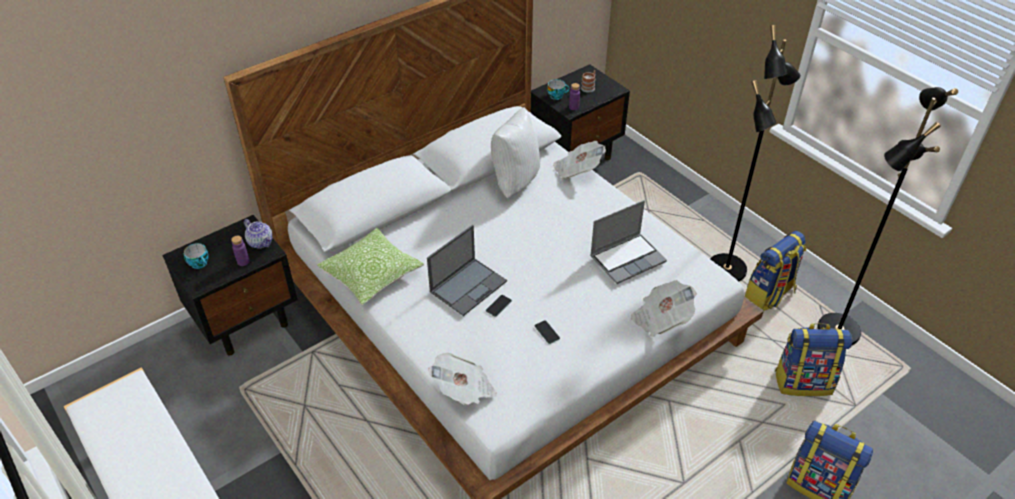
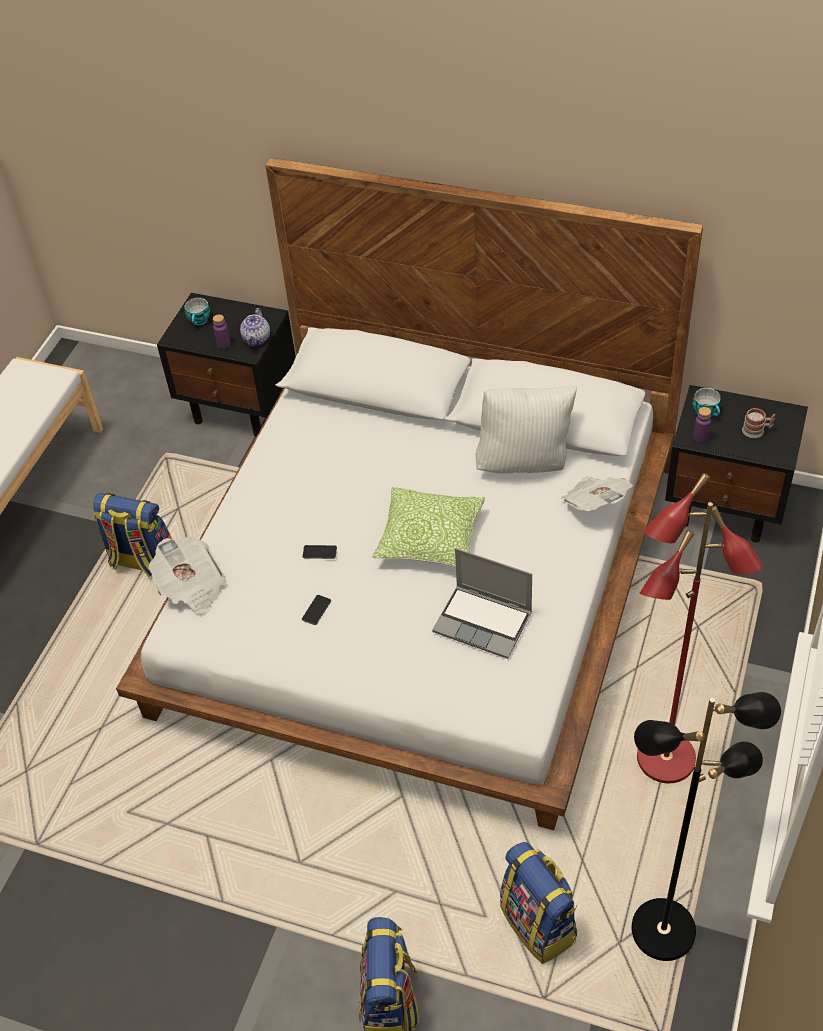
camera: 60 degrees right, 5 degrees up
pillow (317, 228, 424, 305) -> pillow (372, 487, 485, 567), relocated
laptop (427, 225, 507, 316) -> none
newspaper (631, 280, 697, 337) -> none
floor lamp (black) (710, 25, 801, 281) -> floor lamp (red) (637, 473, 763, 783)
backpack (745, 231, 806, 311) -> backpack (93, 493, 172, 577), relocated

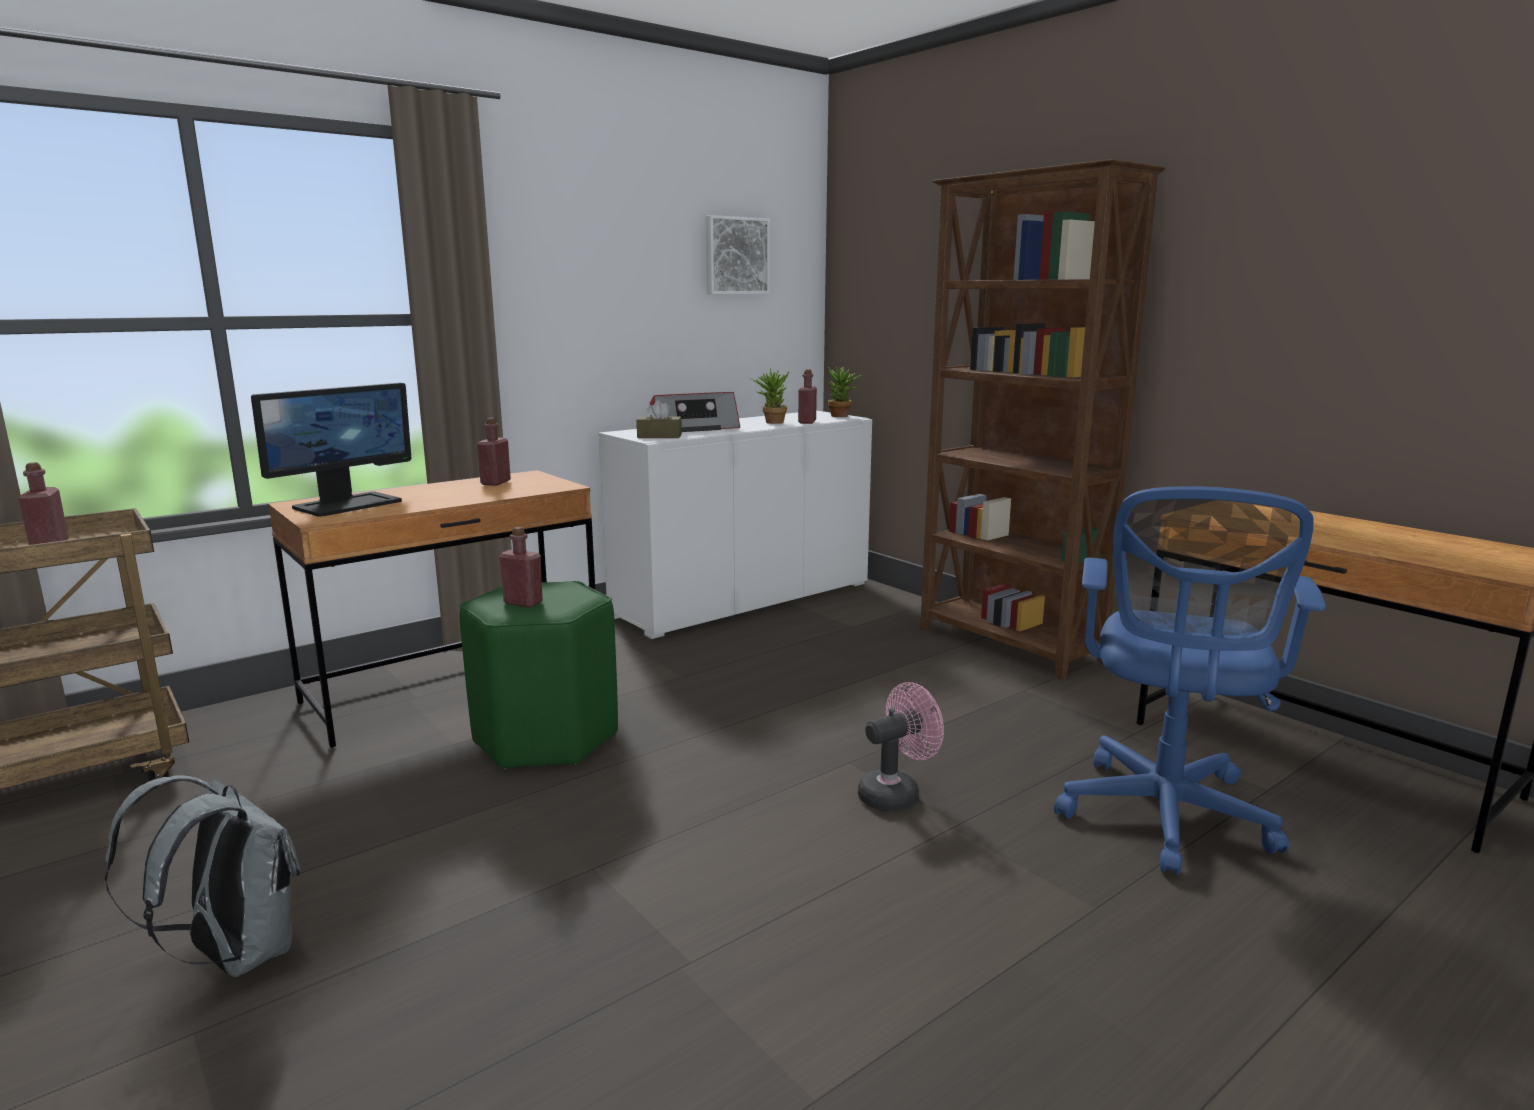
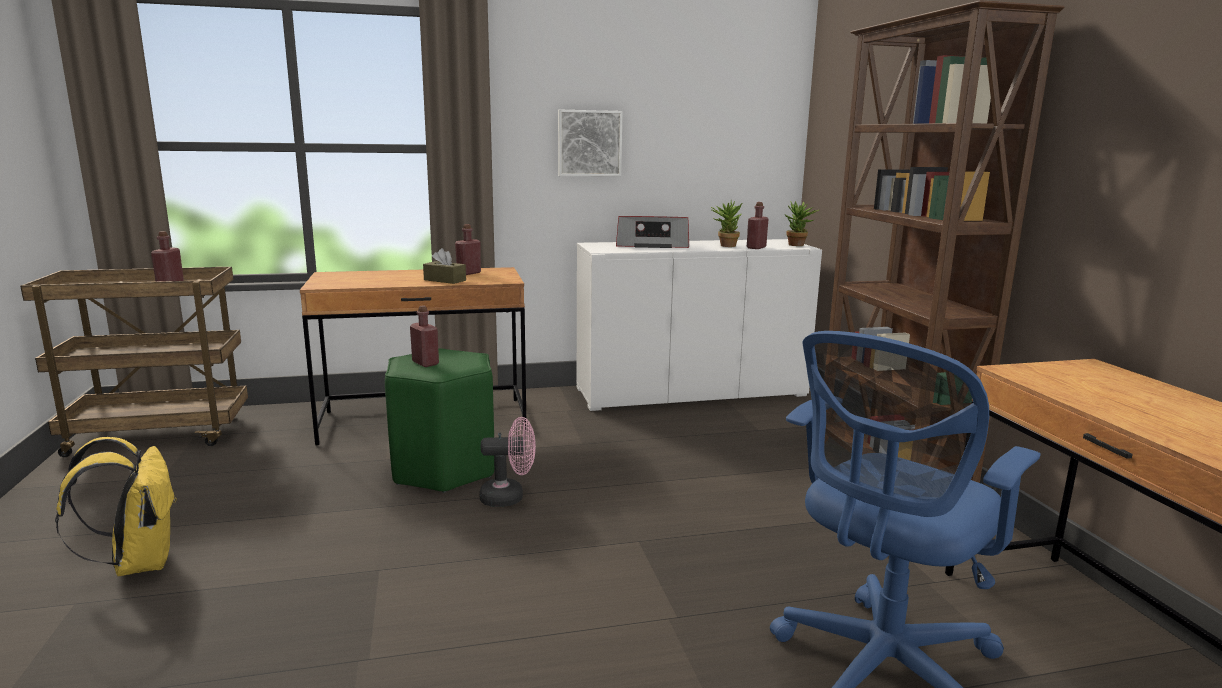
camera: 25 degrees right, 0 degrees up
backpack (grey) (105, 775, 301, 977) -> backpack (yellow) (55, 437, 177, 576)
monitor (251, 383, 411, 517) -> none
tissue box (brown) (636, 400, 682, 438) -> tissue box (brown) (423, 248, 466, 284), relocated
picture (705, 215, 770, 294) -> picture (558, 110, 623, 176), relocated
fan (pink) (858, 682, 944, 811) -> fan (pink) (479, 417, 536, 507), relocated

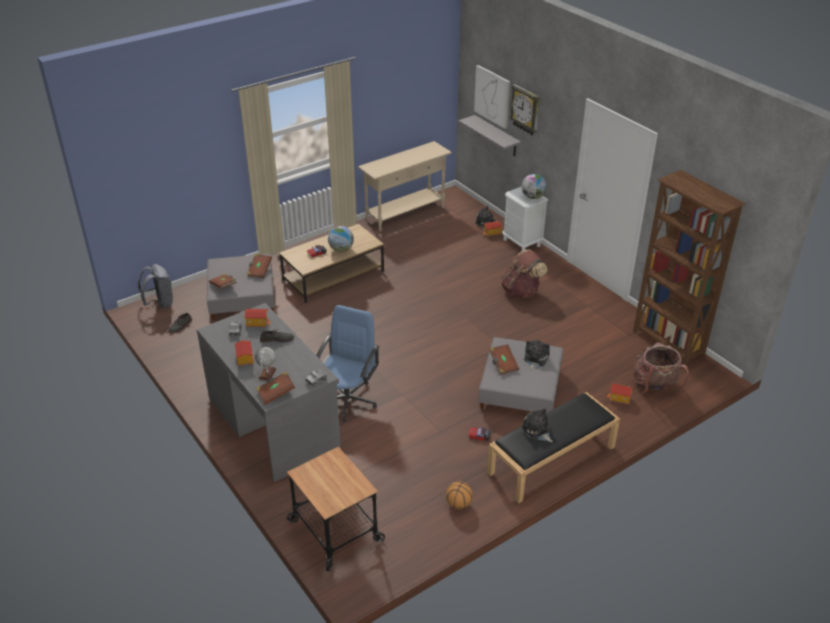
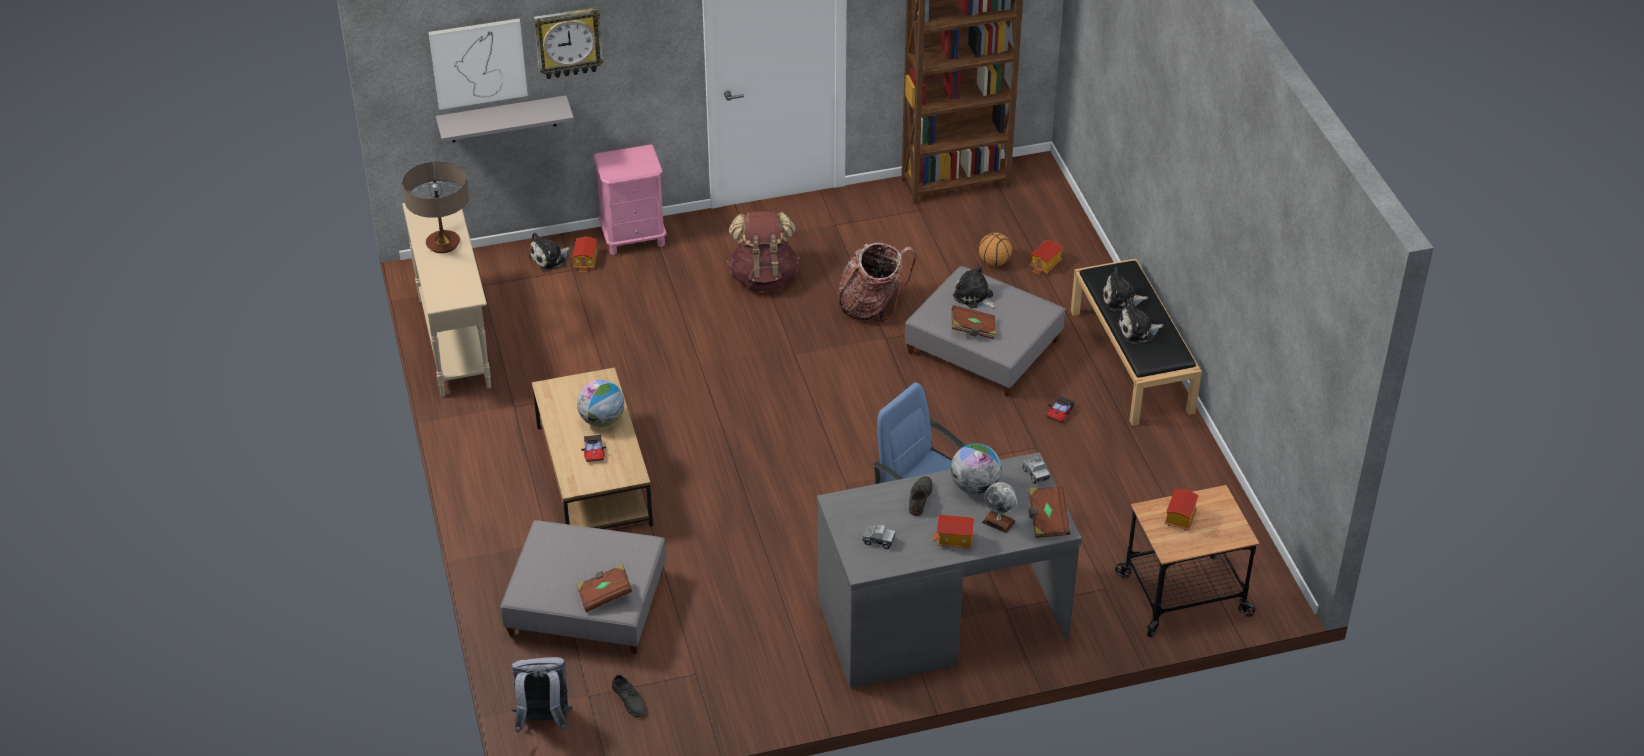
camera: 70 degrees left, 5 degrees up
toy house (244, 309, 271, 328) -> toy house (1164, 489, 1199, 530), relocated
book (brown) (247, 254, 272, 278) -> none
basketball (446, 481, 473, 509) -> basketball (979, 232, 1012, 266), relocated
nightstand (white) (502, 186, 548, 251) -> nightstand (pink) (593, 144, 667, 255)
globe (522, 174, 547, 199) -> globe (950, 443, 1002, 495), relocated
backpack (633, 343, 689, 394) -> backpack (838, 243, 917, 323), relocated
none -> table lamp (402, 161, 469, 253)
none -> plush toy (1103, 267, 1148, 311)

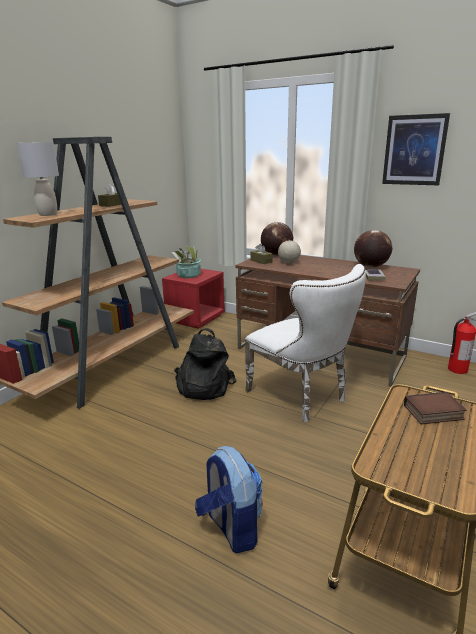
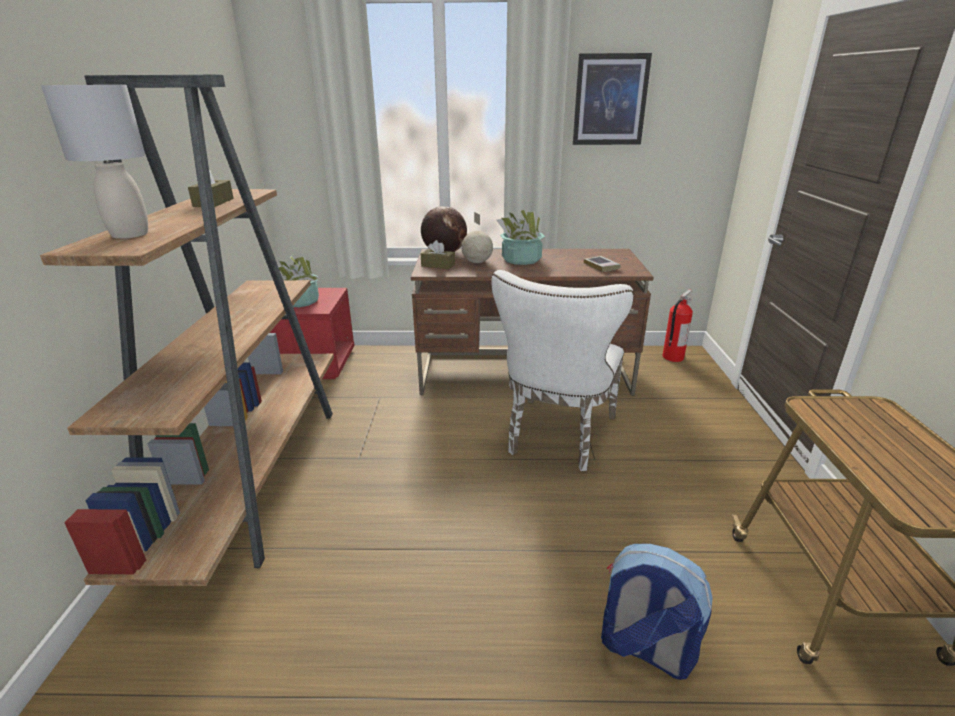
camera: 30 degrees left, 5 degrees up
backpack (black) (174, 328, 236, 400) -> none
chair (white) (245, 264, 366, 422) -> chair (white) (492, 270, 634, 471), 90 degrees clockwise
globe (354, 230, 392, 268) -> none
book (404, 392, 467, 424) -> none
none -> potted plant (497, 209, 545, 265)

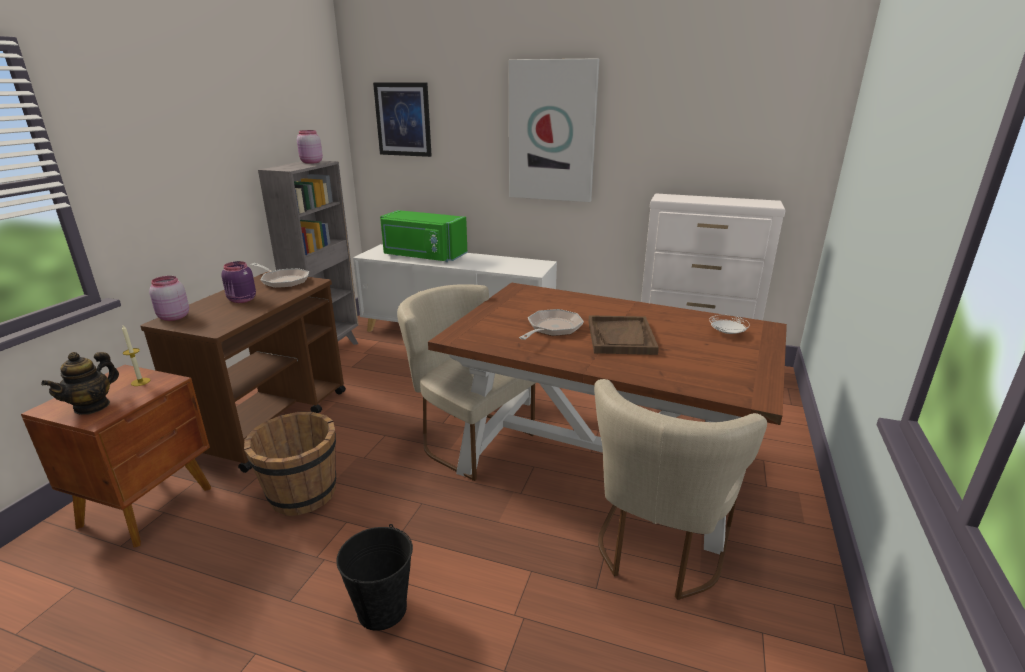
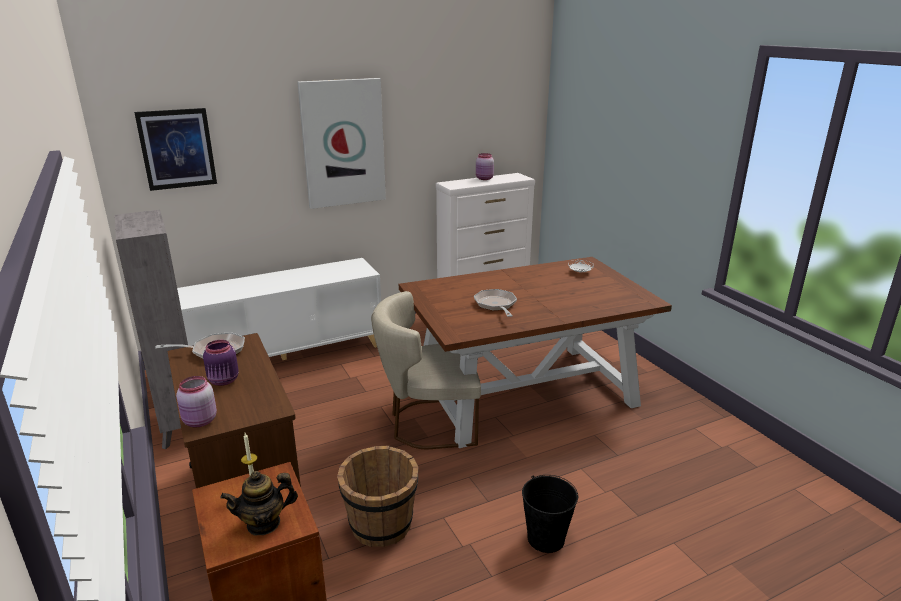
camera: 45 degrees left, 0 degrees up
teapot (41, 352, 119, 415) -> teapot (220, 471, 298, 535), 90 degrees clockwise
jar (pink) (297, 130, 323, 164) -> jar (pink) (476, 153, 494, 180), relocated
microwave (green) (380, 210, 467, 262) -> none
tray (brown) (589, 315, 659, 355) -> none
chair (beige) (594, 379, 767, 600) -> none

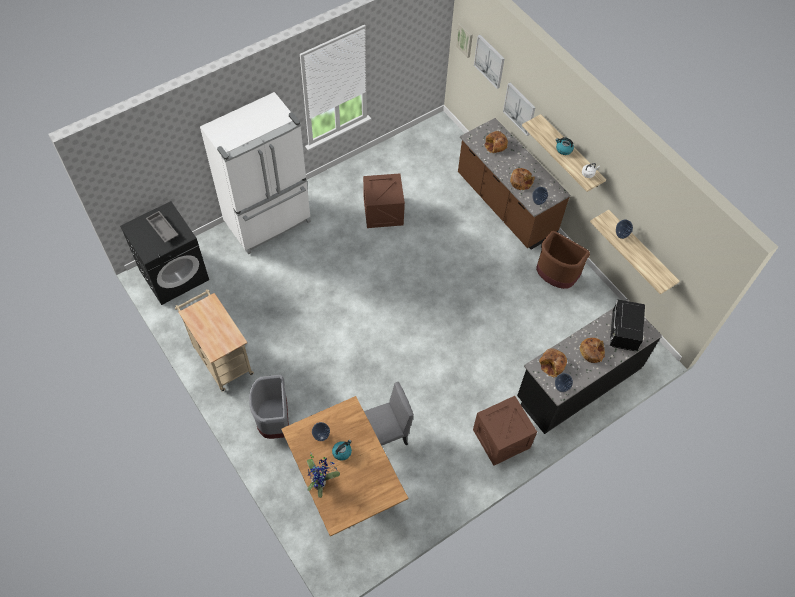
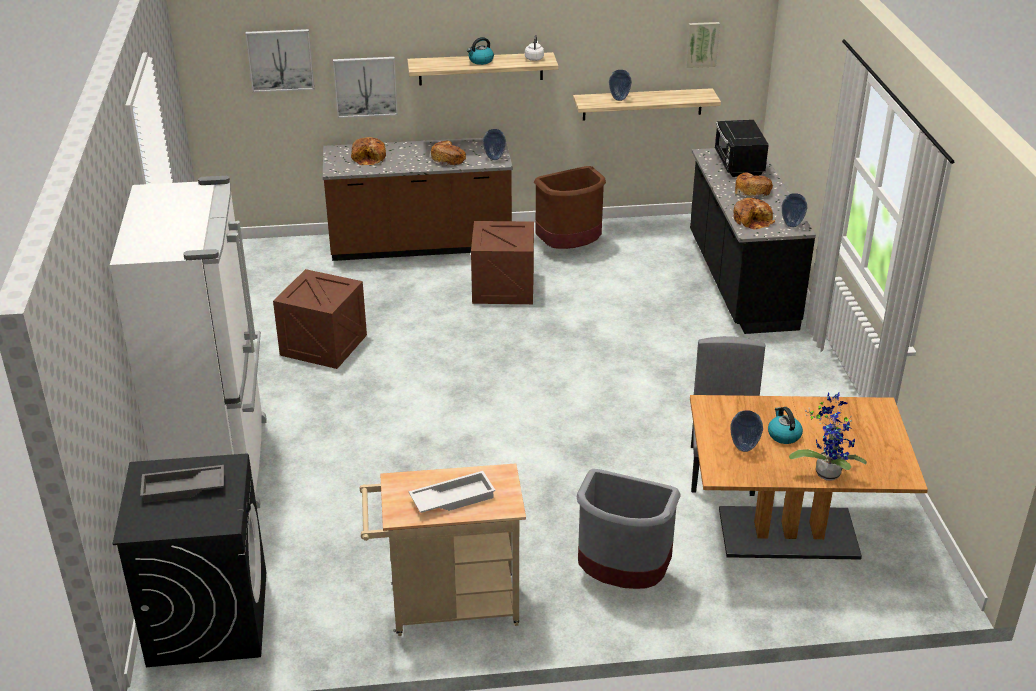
camera: 60 degrees left, 25 degrees down
picture (456, 23, 473, 58) -> picture (686, 22, 720, 68), relocated
crate (473, 396, 537, 466) -> crate (471, 221, 534, 304), relocated
microwave (black) (610, 299, 645, 351) -> microwave (black) (715, 120, 769, 177), 45 degrees clockwise
none -> tray (white) (408, 471, 496, 513)

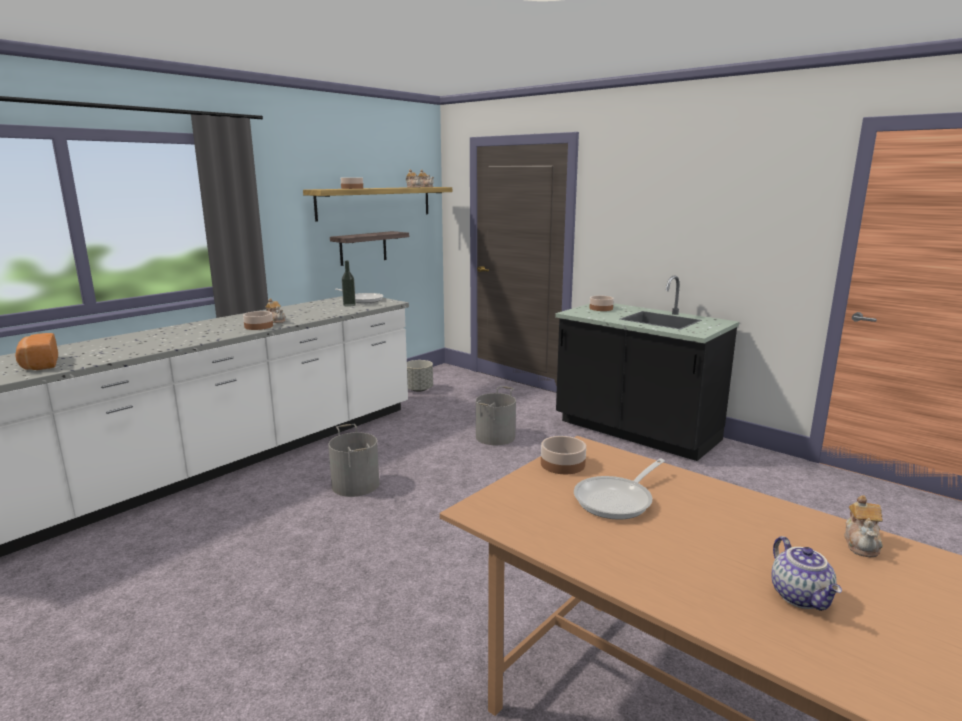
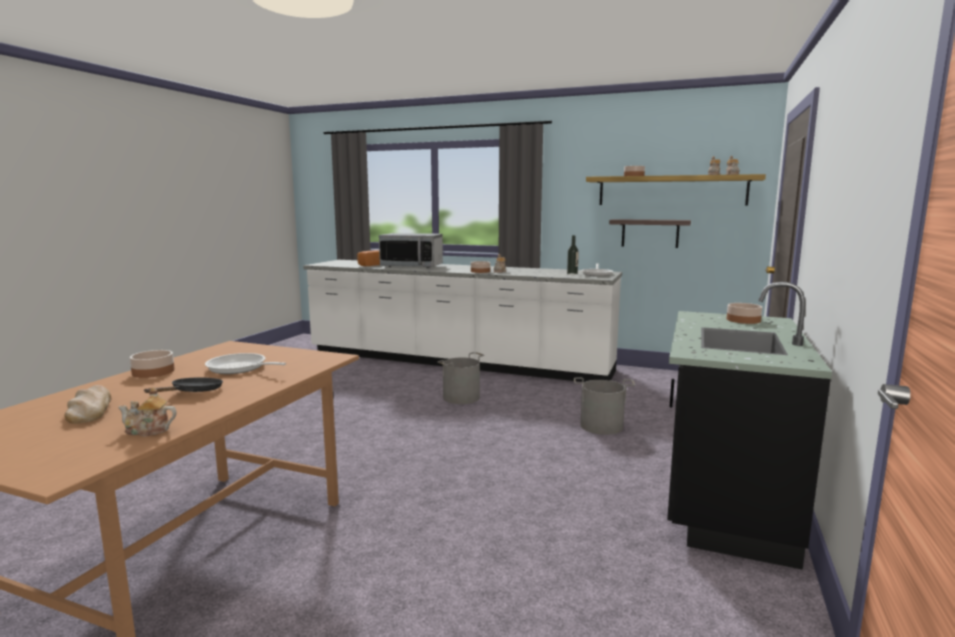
camera: 70 degrees right, 5 degrees down
planter (grey) (407, 360, 433, 392) -> none
bowl (541, 436, 586, 474) -> bowl (130, 350, 175, 378), relocated
teapot (771, 536, 842, 611) -> bread (65, 385, 111, 424)
none -> frying pan (black) (144, 377, 223, 393)
none -> microwave (379, 233, 443, 268)

